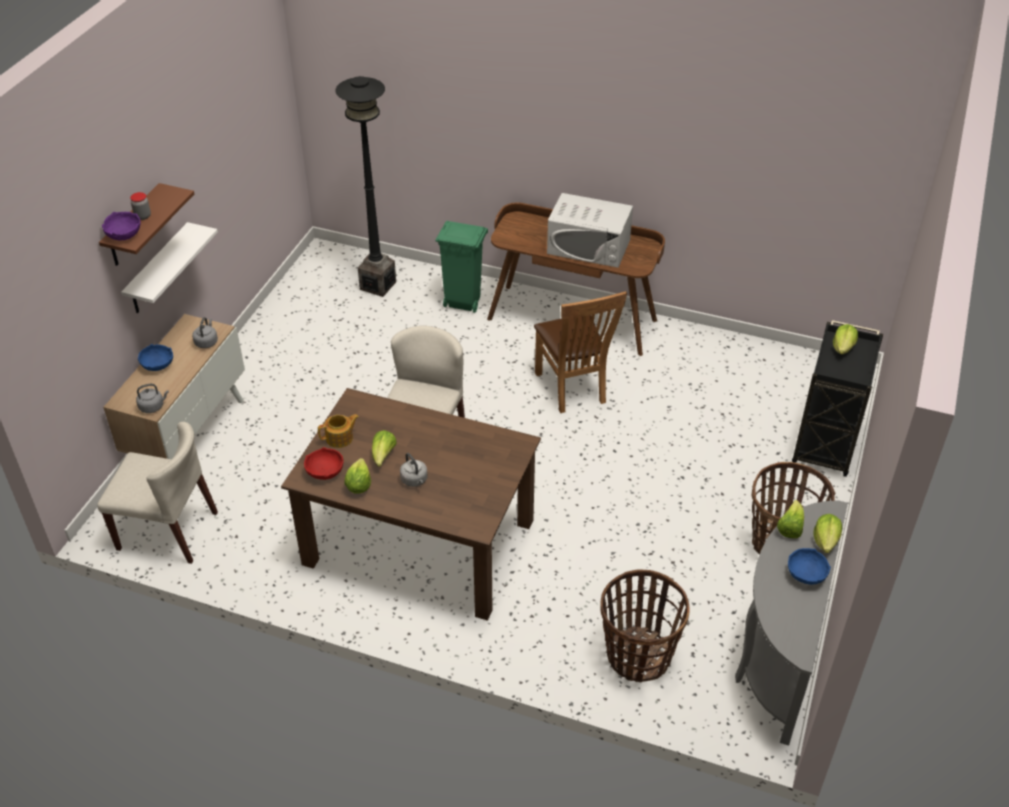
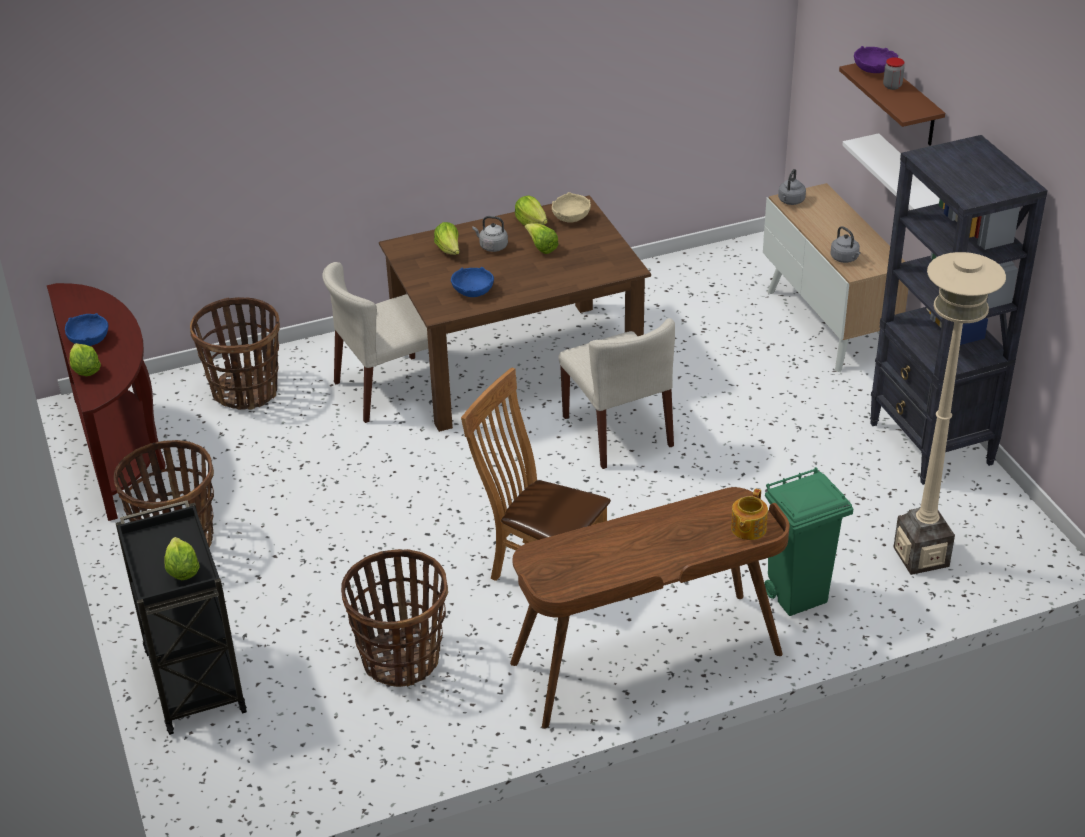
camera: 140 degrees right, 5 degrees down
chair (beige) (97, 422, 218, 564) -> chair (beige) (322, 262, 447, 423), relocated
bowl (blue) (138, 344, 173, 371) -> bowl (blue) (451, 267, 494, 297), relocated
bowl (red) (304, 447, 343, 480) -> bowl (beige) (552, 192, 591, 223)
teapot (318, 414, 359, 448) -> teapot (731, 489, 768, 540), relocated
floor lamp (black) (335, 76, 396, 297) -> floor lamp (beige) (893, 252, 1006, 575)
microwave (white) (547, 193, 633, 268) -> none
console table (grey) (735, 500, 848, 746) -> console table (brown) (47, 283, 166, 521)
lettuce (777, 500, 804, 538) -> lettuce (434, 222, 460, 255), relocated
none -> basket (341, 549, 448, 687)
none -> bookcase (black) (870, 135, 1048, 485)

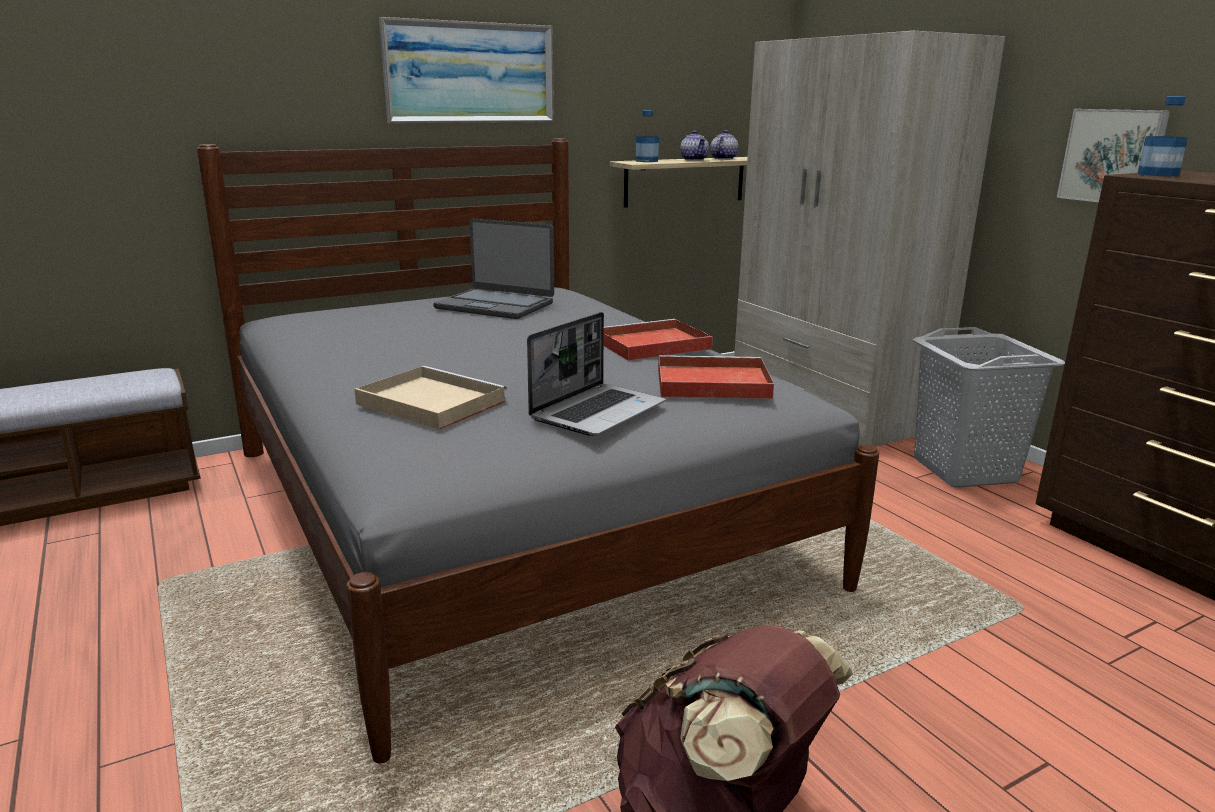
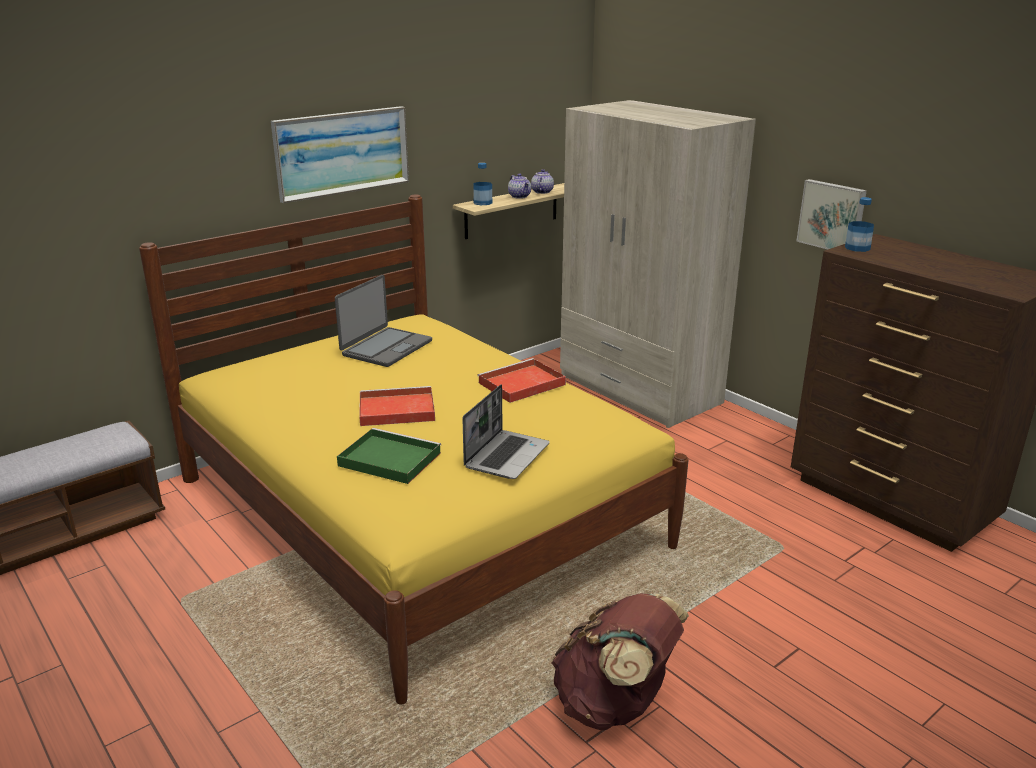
camera: 10 degrees left, 5 degrees up
bed (grey) (197, 138, 879, 764) -> bed (yellow) (139, 195, 688, 705)
tray (beige) (354, 366, 507, 430) -> tray (green) (337, 428, 441, 484)
laptop (433, 218, 554, 319) -> laptop (335, 275, 432, 367), 75 degrees counterclockwise
tray (red) (658, 355, 774, 399) -> tray (red) (359, 386, 435, 426), relocated
laundry basket (grey) (913, 327, 1065, 488) -> none

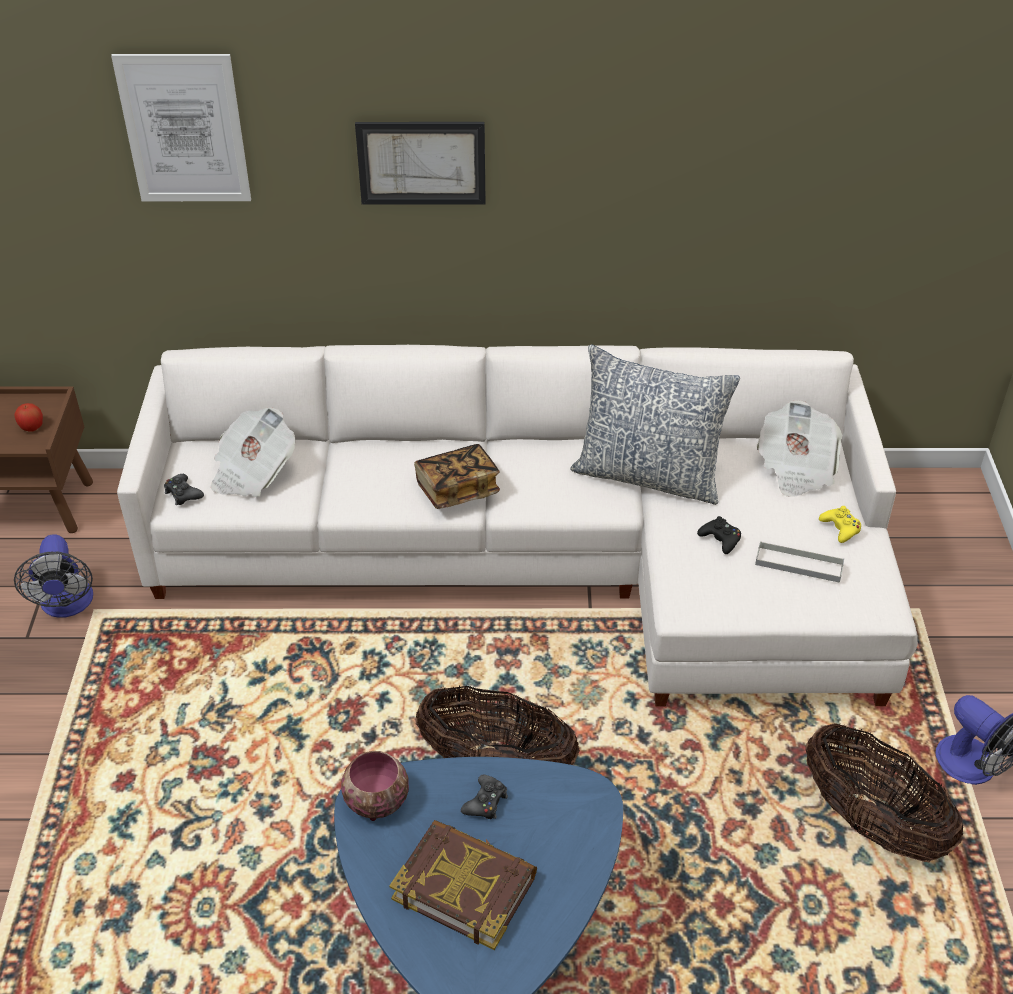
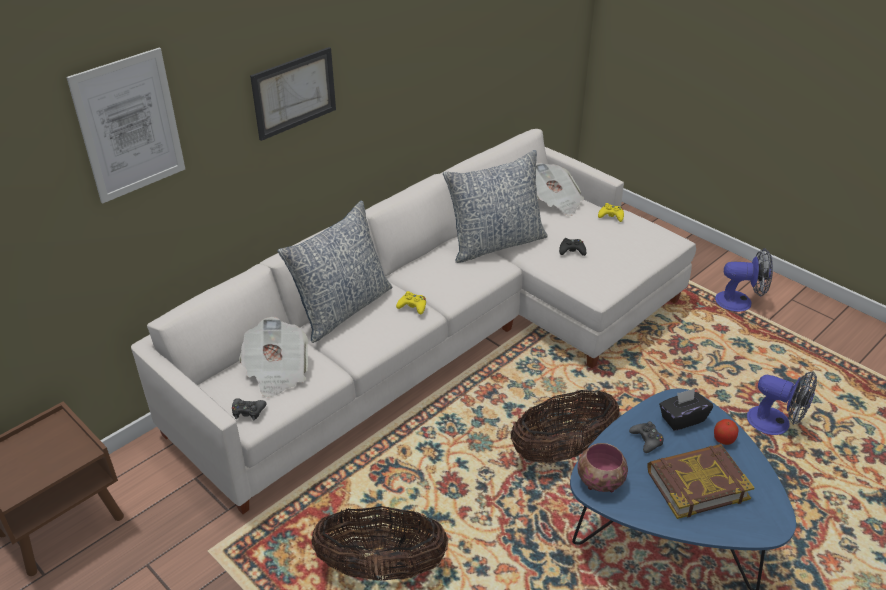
camera: 45 degrees left, 5 degrees down
apple (14, 403, 43, 432) -> apple (714, 419, 738, 445), relocated
fan (14, 534, 93, 618) -> fan (747, 371, 817, 435), relocated
book (414, 444, 500, 509) -> game controller (yellow) (396, 291, 426, 314)
tray (grey) (755, 541, 844, 583) -> none
basket (806, 723, 963, 862) -> basket (311, 506, 449, 581), relocated
none -> pillow (277, 201, 392, 343)
none -> tissue box (black) (659, 389, 713, 431)

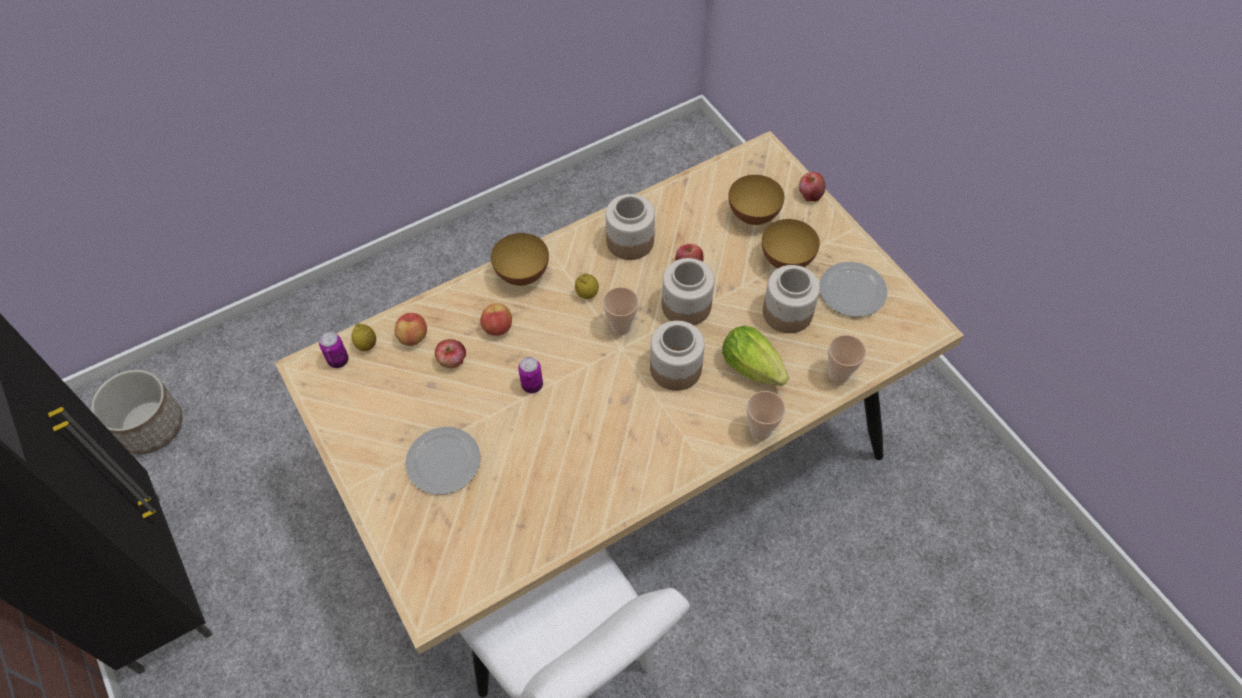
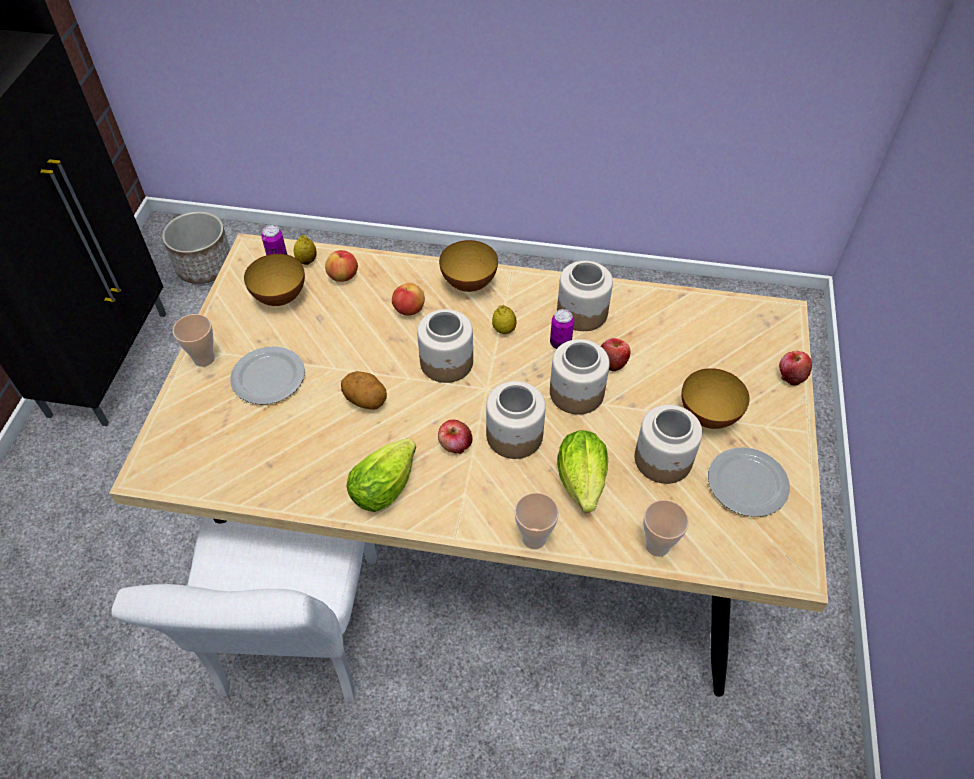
camera: 40 degrees right, 5 degrees down
apple (435, 339, 466, 368) -> apple (438, 419, 472, 454), relocated
can (518, 357, 543, 393) -> can (550, 309, 574, 349), relocated
cup (603, 287, 639, 335) -> cup (173, 314, 215, 367), relocated
bowl (729, 175, 785, 225) -> bowl (244, 254, 305, 306), relocated
none -> potato (341, 371, 387, 410)
none -> lettuce (347, 438, 416, 512)
none -> jar (417, 309, 473, 383)

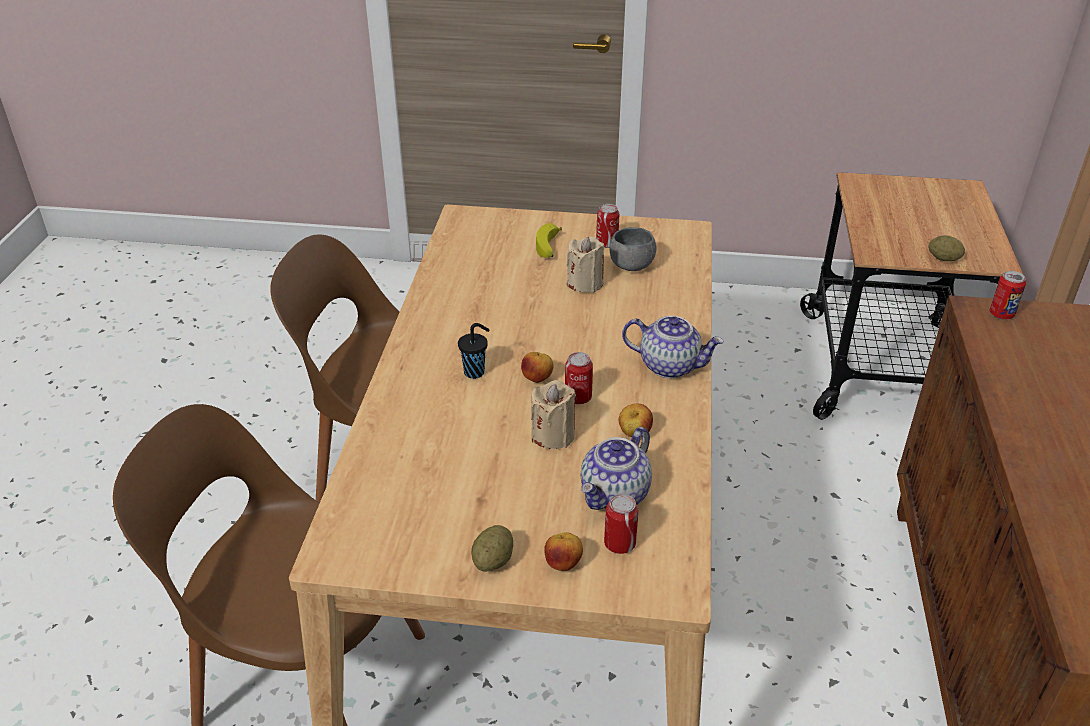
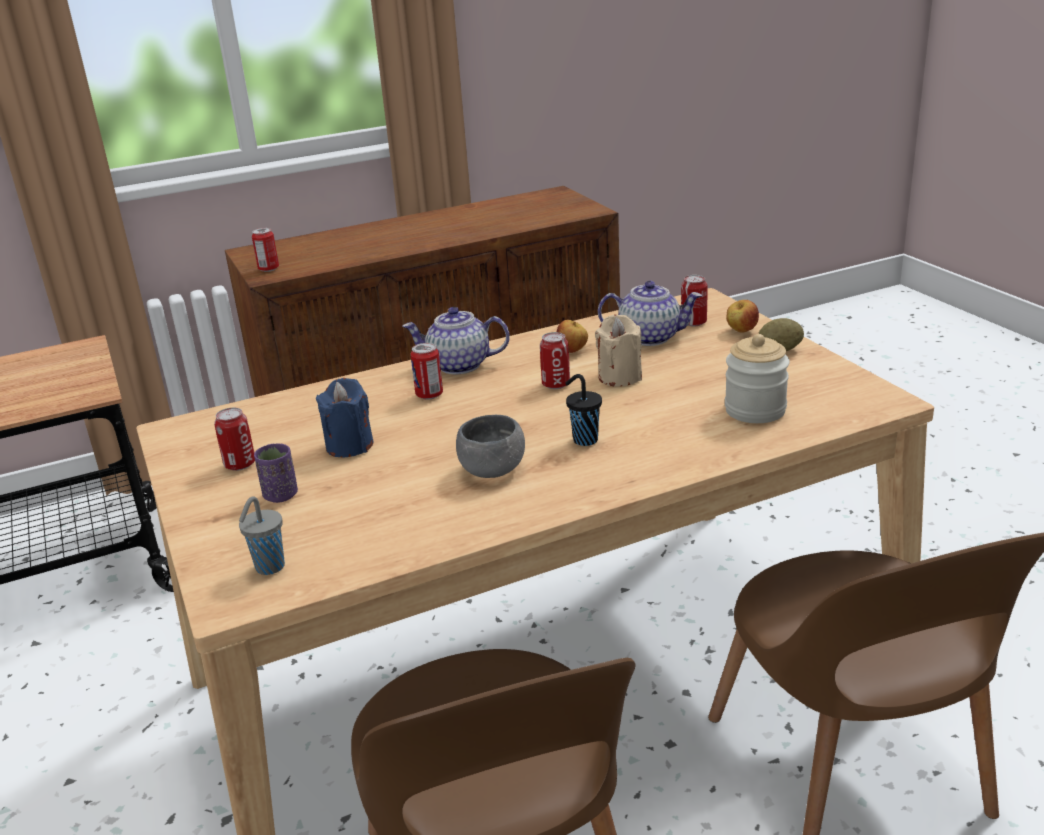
camera: 120 degrees left, 10 degrees down
apple (521, 352, 553, 383) -> none
banana (536, 223, 562, 258) -> cup (purple) (254, 443, 298, 503)
candle (beige) (567, 236, 605, 293) -> candle (blue) (316, 378, 374, 457)
bowl (grey) (609, 227, 656, 271) -> bowl (grey) (456, 415, 525, 478), relocated
teapot (622, 316, 724, 378) -> teapot (402, 307, 510, 374), 75 degrees counterclockwise
potato (929, 235, 965, 261) -> none
none -> cup (grey) (239, 496, 285, 575)
none -> can (410, 343, 443, 399)
none -> jar (725, 334, 790, 423)

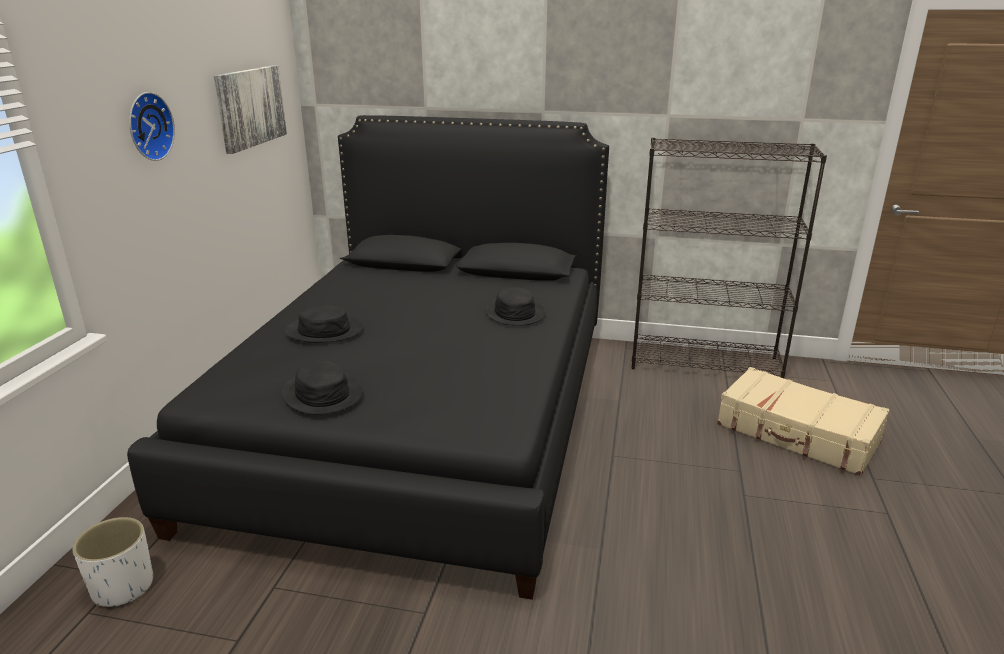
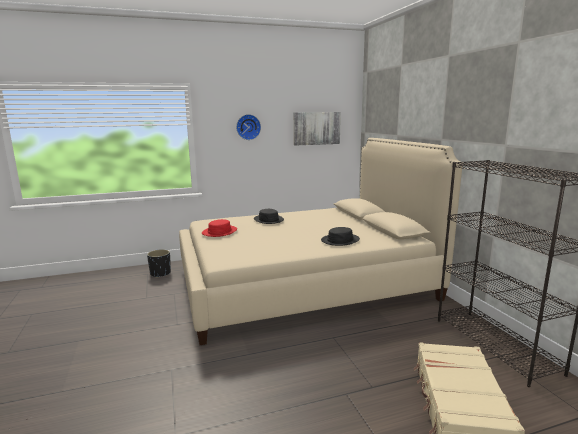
camera: 60 degrees right, 10 degrees down
planter (white) (72, 517, 153, 607) -> planter (black) (147, 249, 171, 278)
bed (black) (127, 115, 609, 600) -> bed (beige) (179, 138, 463, 345)
hat (black) (282, 361, 363, 414) -> hat (red) (202, 219, 237, 237)

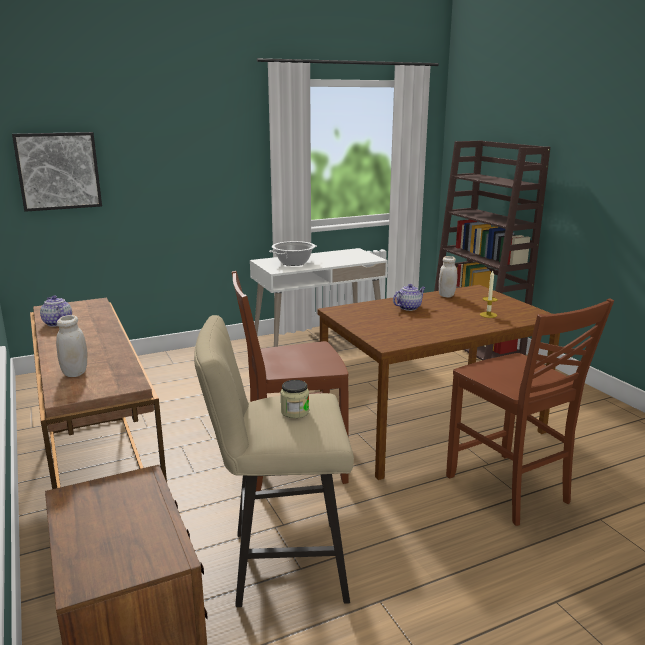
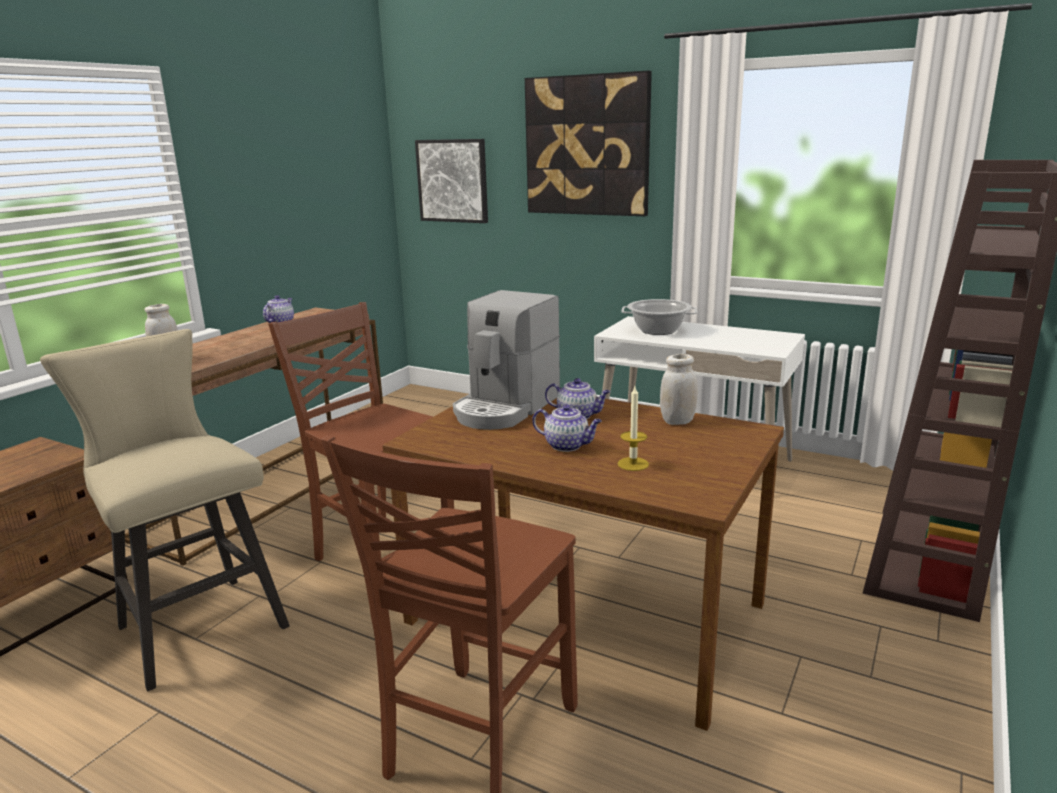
camera: 55 degrees right, 0 degrees up
jar (280, 380, 309, 418) -> none
none -> coffee machine (453, 290, 560, 430)
none -> picture (525, 71, 652, 216)
none -> teapot (532, 405, 602, 452)

